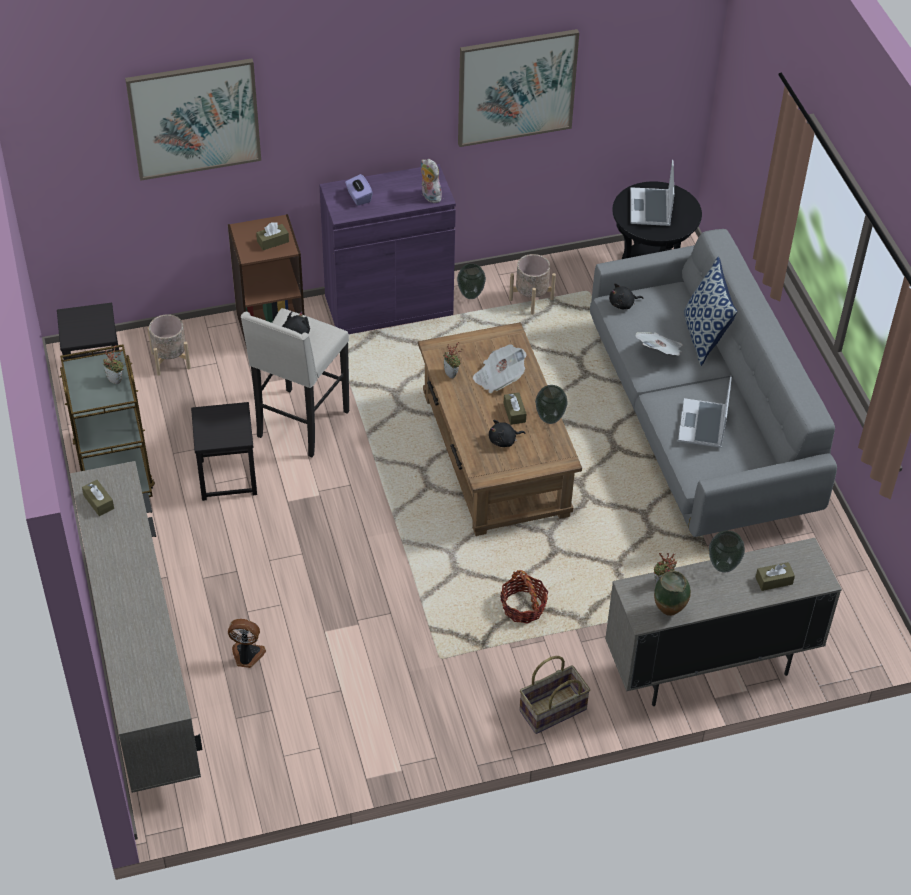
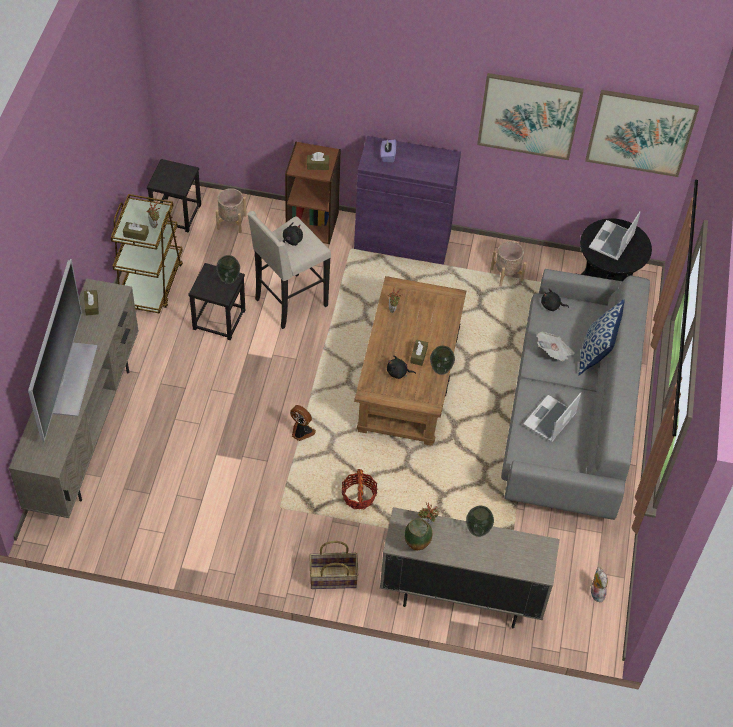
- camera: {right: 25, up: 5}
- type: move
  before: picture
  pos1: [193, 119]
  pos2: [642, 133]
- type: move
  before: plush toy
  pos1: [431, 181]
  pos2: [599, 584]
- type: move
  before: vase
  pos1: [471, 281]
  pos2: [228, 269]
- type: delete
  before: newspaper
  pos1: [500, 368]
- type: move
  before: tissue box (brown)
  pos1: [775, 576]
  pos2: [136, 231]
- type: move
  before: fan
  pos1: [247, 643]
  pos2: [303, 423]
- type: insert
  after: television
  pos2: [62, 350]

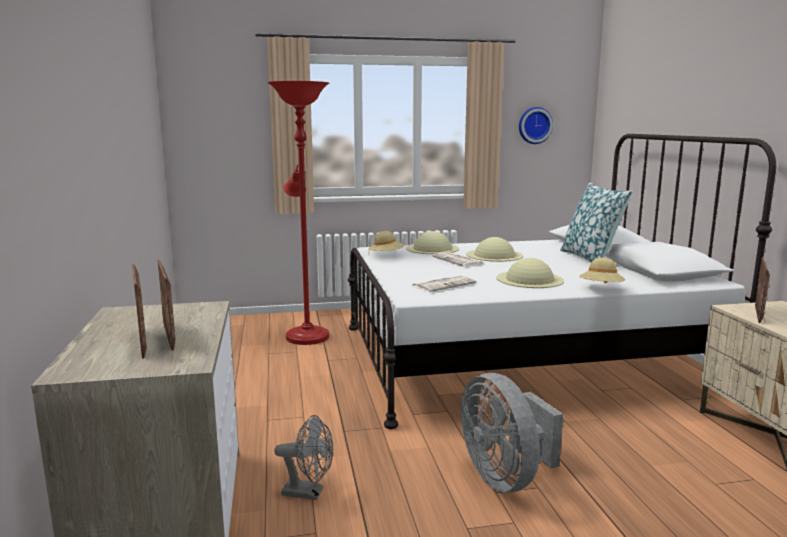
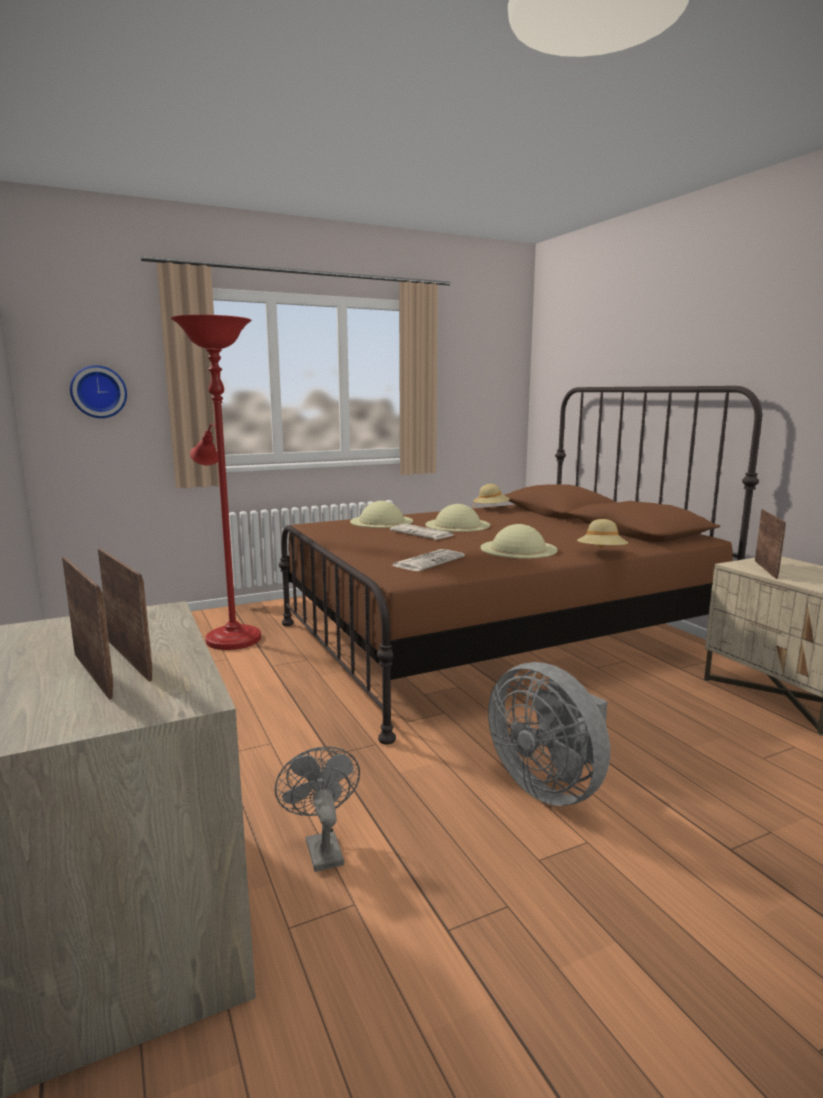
- camera: {right: -15, up: 0}
- type: move
  before: wall clock
  pos1: [536, 125]
  pos2: [98, 391]
- type: recolor
  before: bed (white)
  after: bed (brown)
  pos1: [562, 281]
  pos2: [520, 565]
- type: delete
  before: pillow
  pos1: [596, 222]
- type: move
  before: hat (beige)
  pos1: [386, 241]
  pos2: [492, 494]
- type: rotate
  before: fan (grey)
  pos1: [303, 457]
  pos2: [317, 809]
  turn: -105

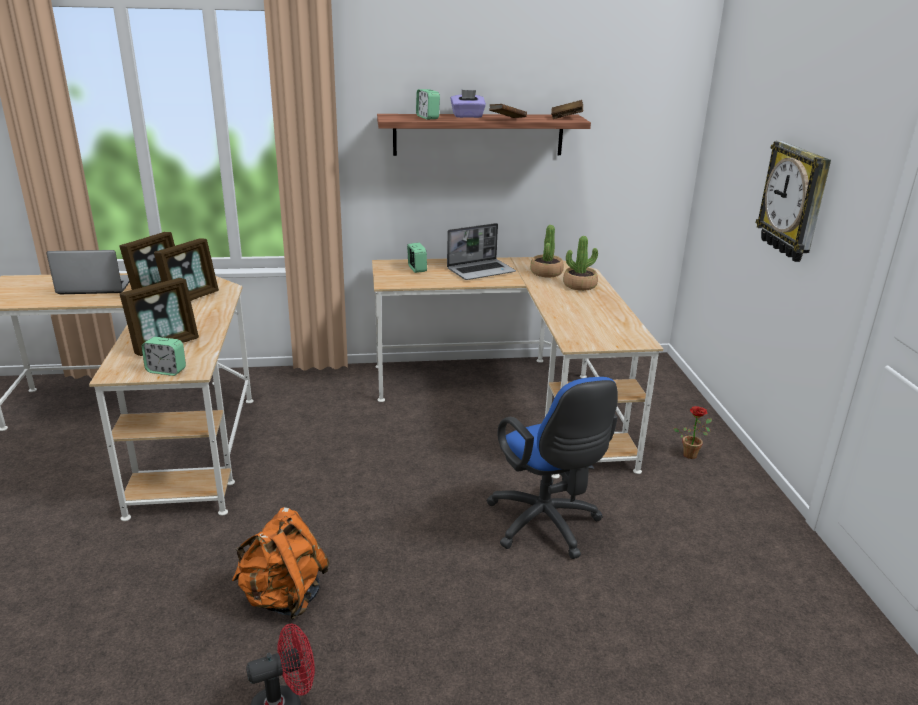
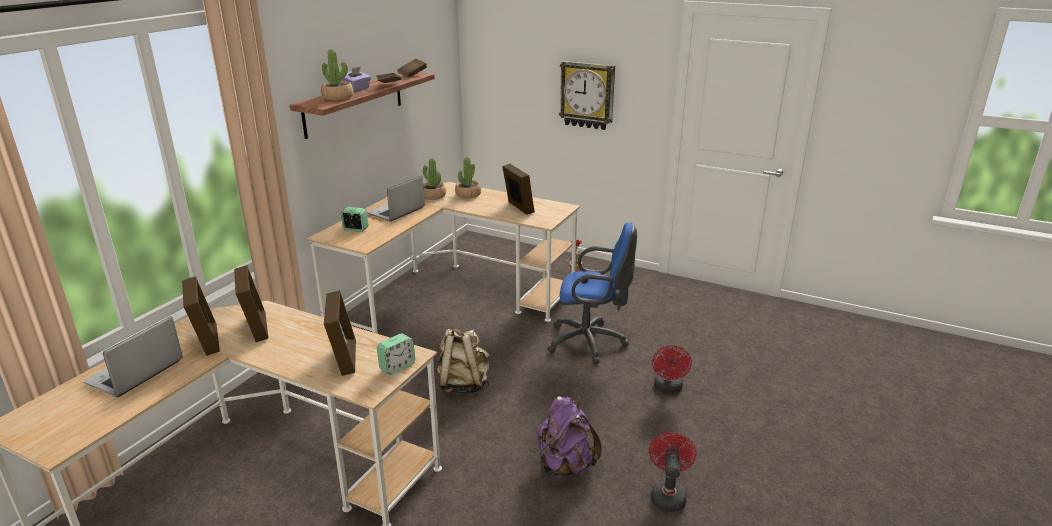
- camera: {right: -55, up: 0}
- type: replace
  before: alarm clock
  after: potted plant
  pos1: [428, 104]
  pos2: [337, 74]
- type: rotate
  before: laptop
  pos1: [481, 251]
  pos2: [396, 199]
  turn: -150
- type: recolor
  before: backpack (orange)
  after: backpack (purple)
  pos1: [280, 563]
  pos2: [569, 436]
- type: insert
  after: picture frame
  pos2: [518, 189]
- type: insert
  after: backpack (beige)
  pos2: [463, 361]
- type: insert
  after: fan (red)
  pos2: [672, 368]

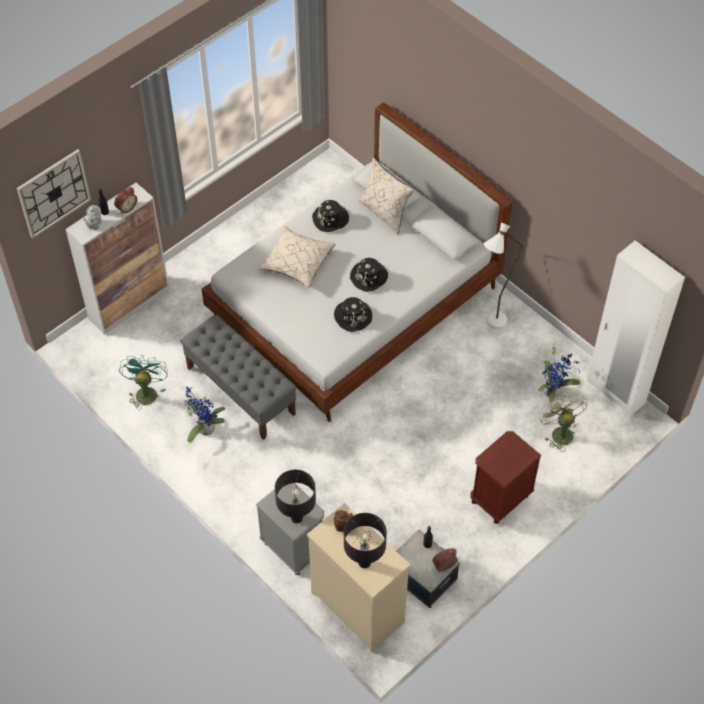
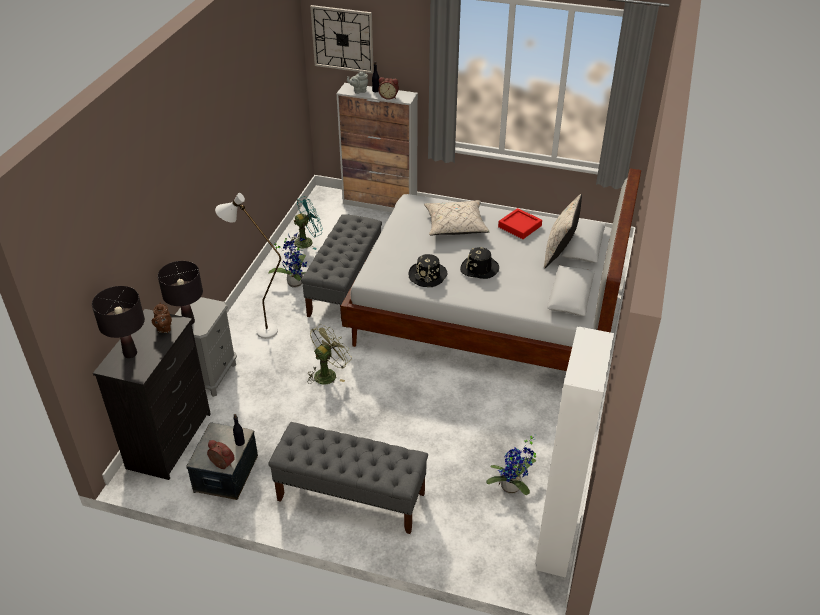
- camera: {right: 60, up: -15}
- type: replace
  before: hat (black)
  after: tray (red)
  pos1: [330, 216]
  pos2: [520, 223]
- type: move
  before: floor lamp (white)
  pos1: [503, 275]
  pos2: [248, 266]
- type: move
  before: fan (green)
  pos1: [563, 423]
  pos2: [328, 354]
- type: replace
  before: nightstand (brown)
  after: bench (grey)
  pos1: [506, 477]
  pos2: [348, 478]
- type: recolor
  before: dresser (beige)
  after: dresser (black)
  pos1: [359, 577]
  pos2: [152, 394]

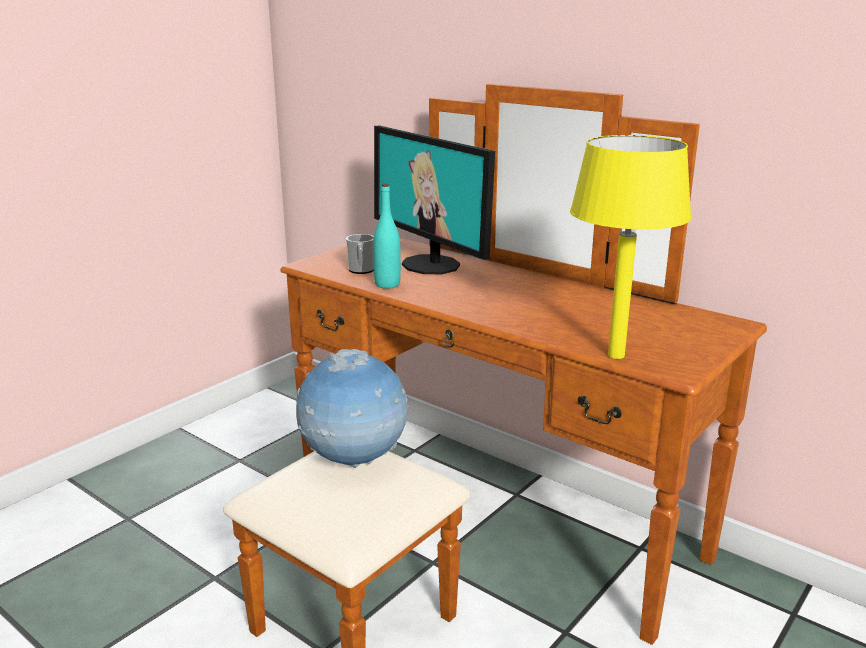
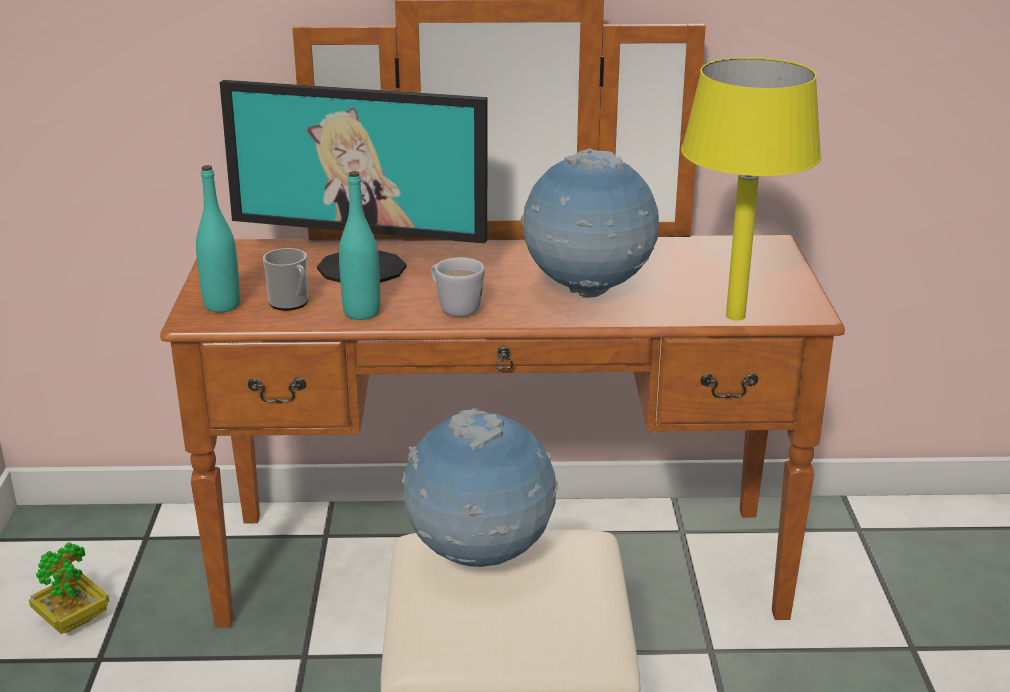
- camera: {right: -40, up: 5}
- type: insert
  after: globe
  pos2: [590, 223]
- type: insert
  after: bottle (turquoise)
  pos2: [218, 238]
- type: insert
  after: mug (white)
  pos2: [458, 287]
- type: insert
  after: potted plant
  pos2: [69, 588]

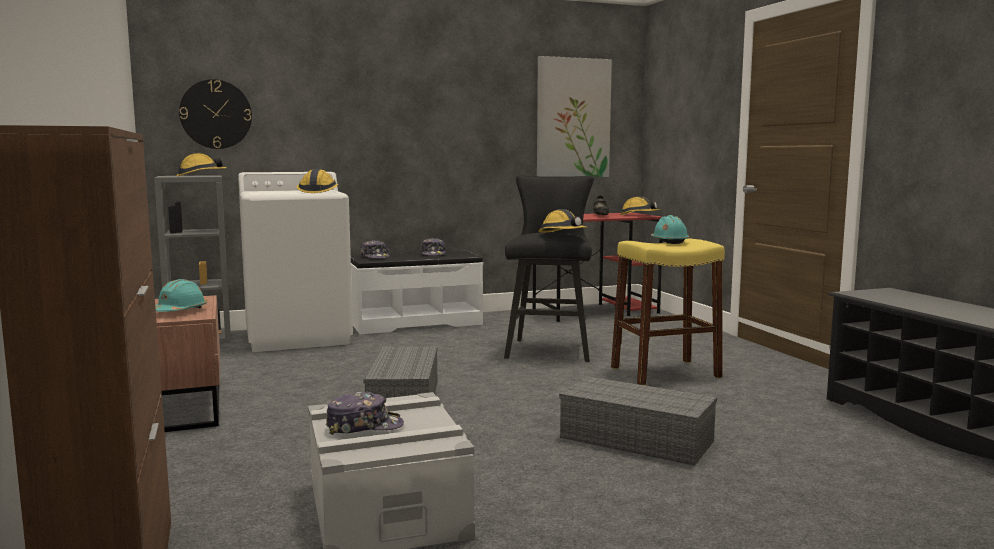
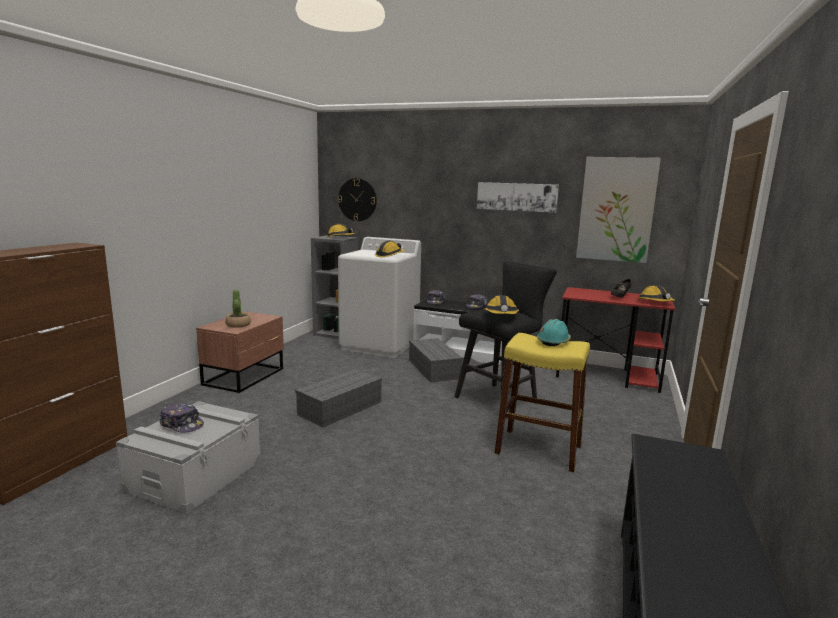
- camera: {right: 40, up: 5}
- type: replace
  before: hard hat (turquoise)
  after: potted plant
  pos1: [181, 295]
  pos2: [238, 308]
- type: move
  before: storage box (grey)
  pos1: [638, 421]
  pos2: [436, 360]
- type: insert
  after: picture
  pos2: [518, 197]

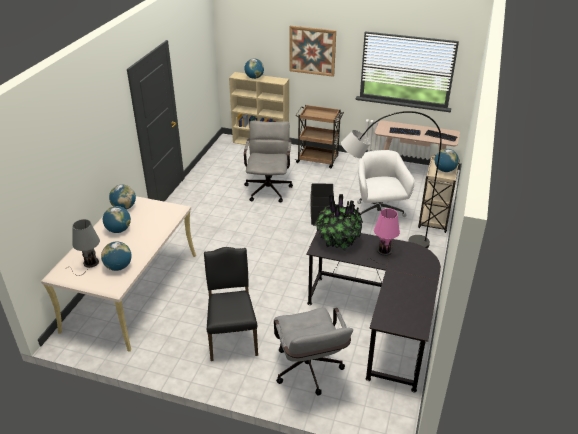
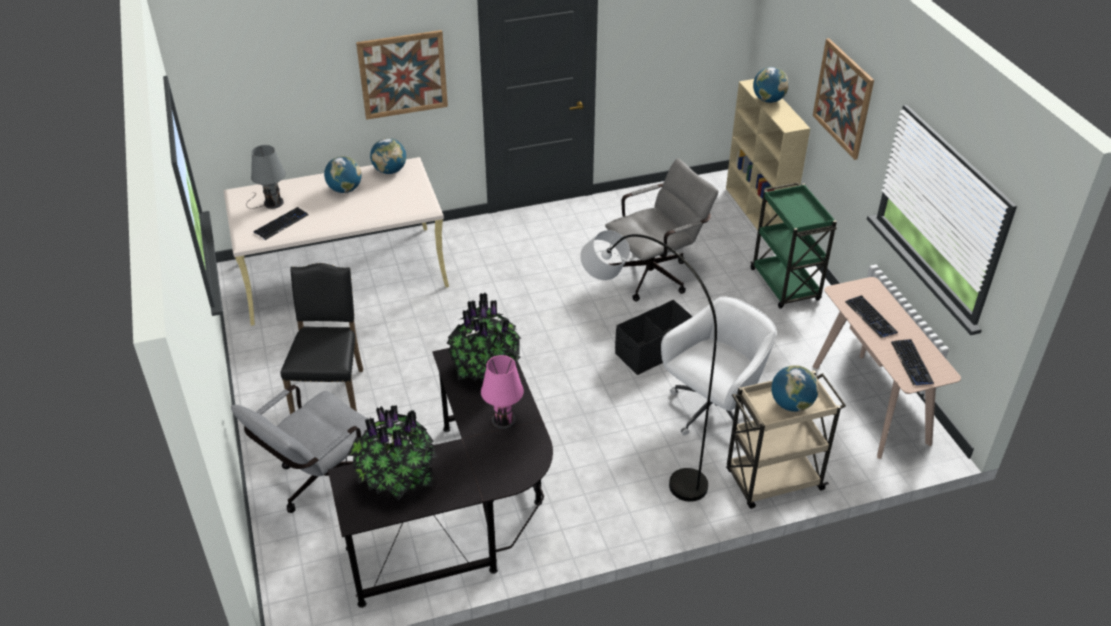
- camera: {right: 55, up: 5}
- type: recolor
  before: cart (brown)
  after: cart (green)
  pos1: [319, 136]
  pos2: [793, 245]
- type: replace
  before: globe
  after: keyboard
  pos1: [116, 256]
  pos2: [281, 223]
- type: rotate
  before: chair (black)
  pos1: [231, 304]
  pos2: [321, 338]
  turn: -45
- type: insert
  after: picture
  pos2: [402, 75]
- type: insert
  after: potted plant
  pos2: [392, 453]

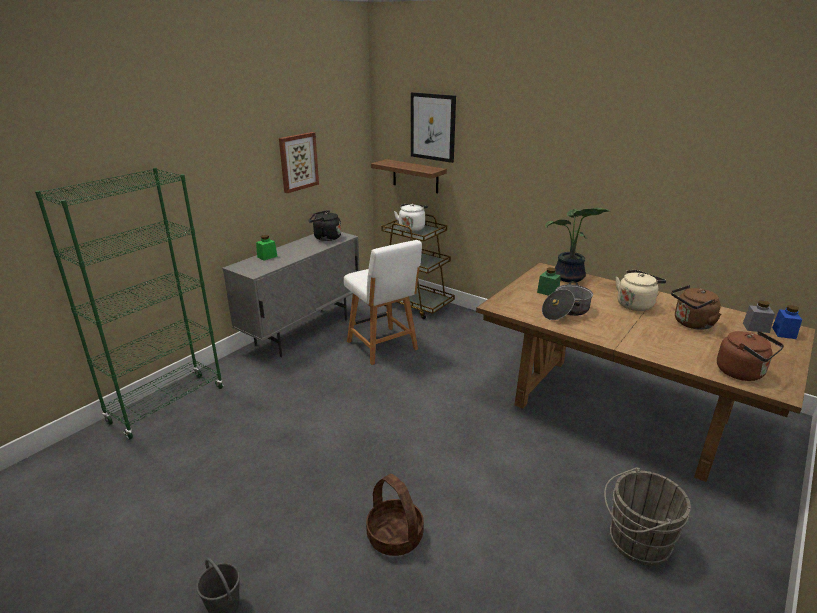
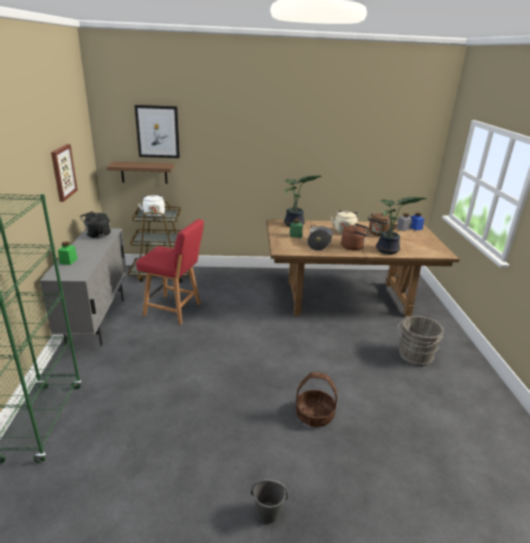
- camera: {right: -40, up: 0}
- type: recolor
  before: chair (white)
  after: chair (red)
  pos1: [382, 302]
  pos2: [170, 272]
- type: move
  before: kettle (brown)
  pos1: [750, 356]
  pos2: [355, 236]
- type: insert
  after: potted plant
  pos2: [401, 225]

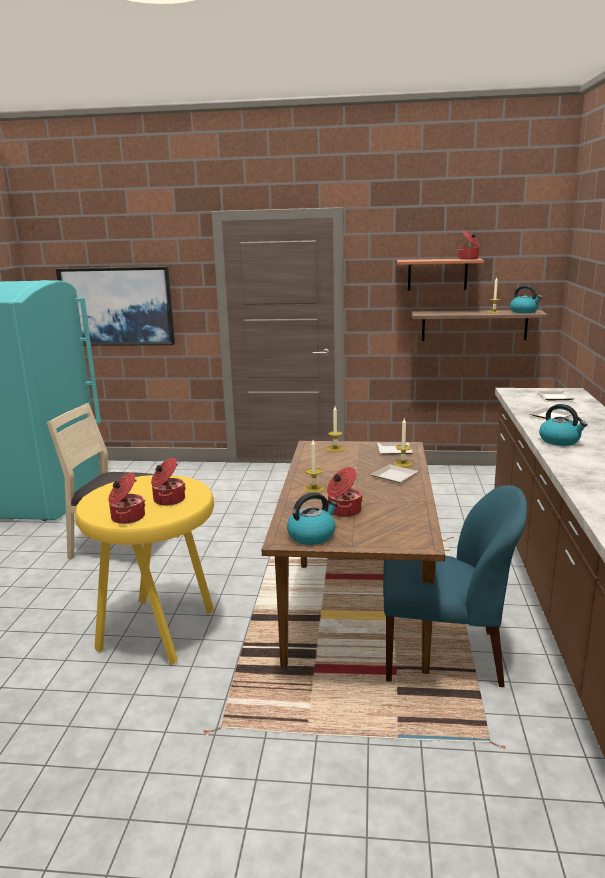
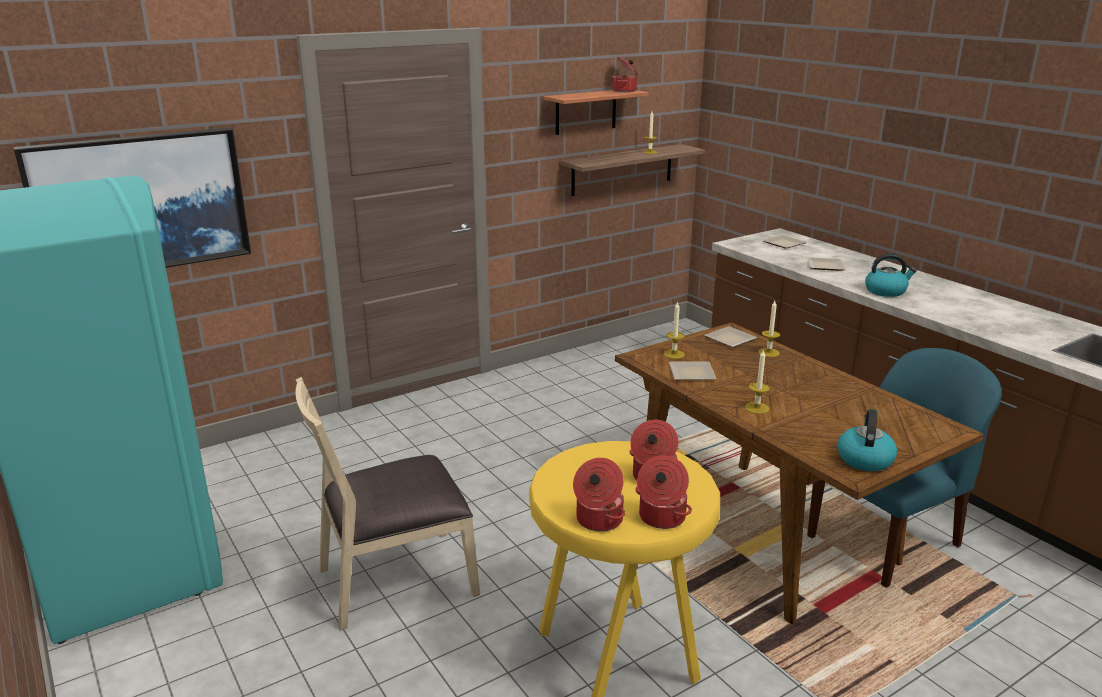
- camera: {right: -40, up: 5}
- type: delete
  before: kettle
  pos1: [526, 299]
- type: move
  before: plate
  pos1: [394, 473]
  pos2: [692, 370]
- type: move
  before: cooking pot
  pos1: [345, 492]
  pos2: [599, 495]

